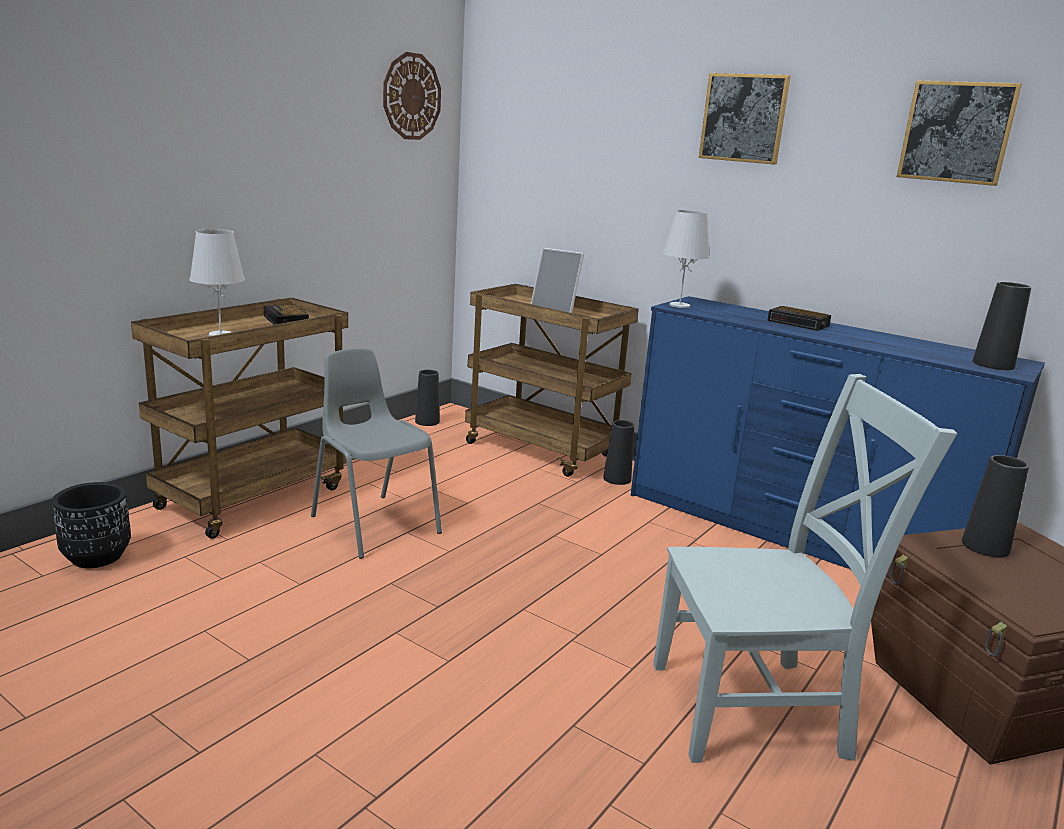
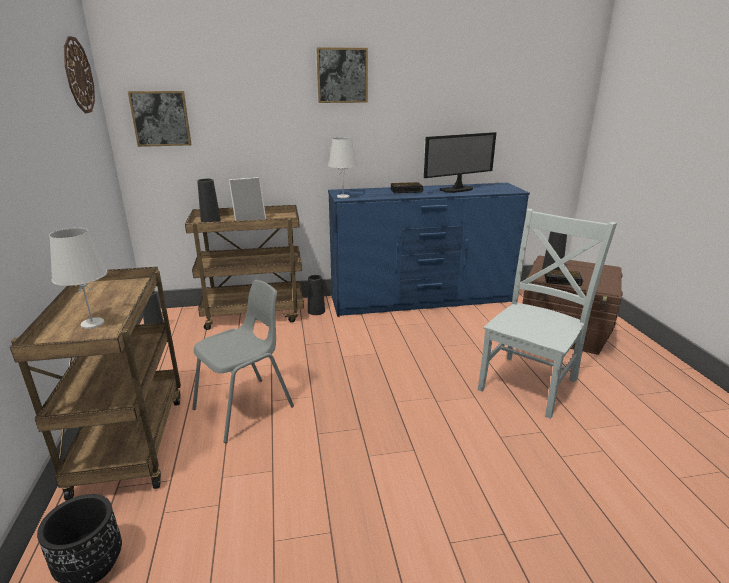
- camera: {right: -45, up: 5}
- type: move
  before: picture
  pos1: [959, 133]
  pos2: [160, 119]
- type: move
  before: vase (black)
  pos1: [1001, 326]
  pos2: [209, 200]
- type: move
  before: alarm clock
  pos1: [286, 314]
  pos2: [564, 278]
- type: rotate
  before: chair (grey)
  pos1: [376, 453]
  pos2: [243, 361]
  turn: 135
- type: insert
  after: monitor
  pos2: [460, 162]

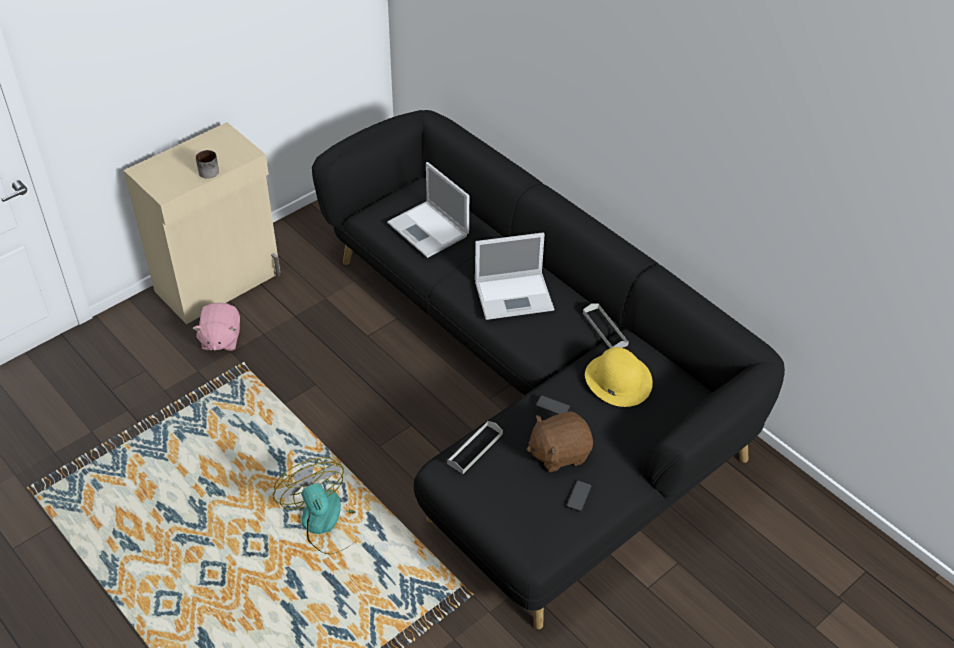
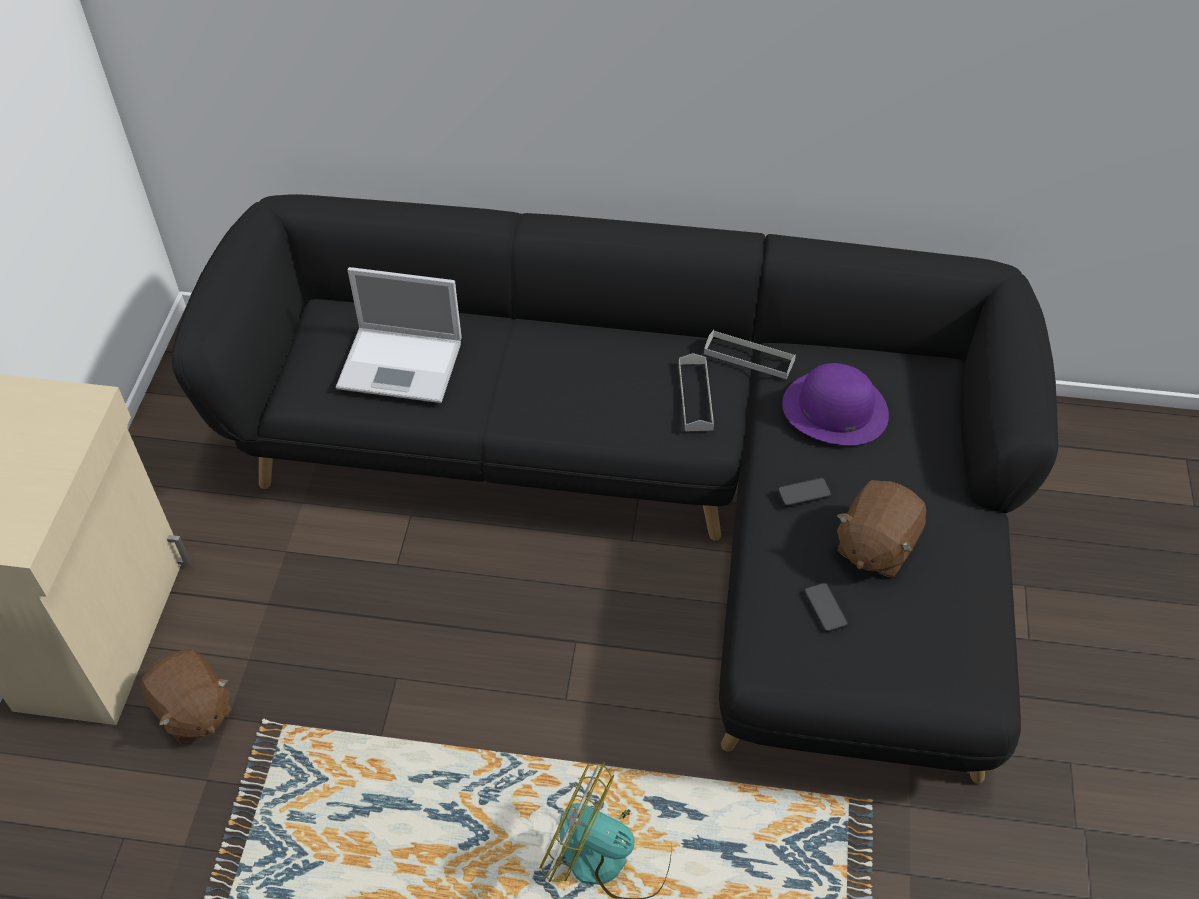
- camera: {right: -40, up: 5}
- type: delete
  before: mug
  pos1: [207, 164]
- type: delete
  before: laptop
  pos1: [514, 276]
- type: recolor
  before: plush toy (pink)
  after: plush toy (brown)
  pos1: [216, 327]
  pos2: [186, 696]
- type: recolor
  before: hat (yellow)
  after: hat (purple)
  pos1: [619, 377]
  pos2: [835, 404]
- type: move
  before: tray (grey)
  pos1: [475, 447]
  pos2: [696, 392]
- type: move
  before: phone
  pos1: [579, 496]
  pos2: [826, 607]

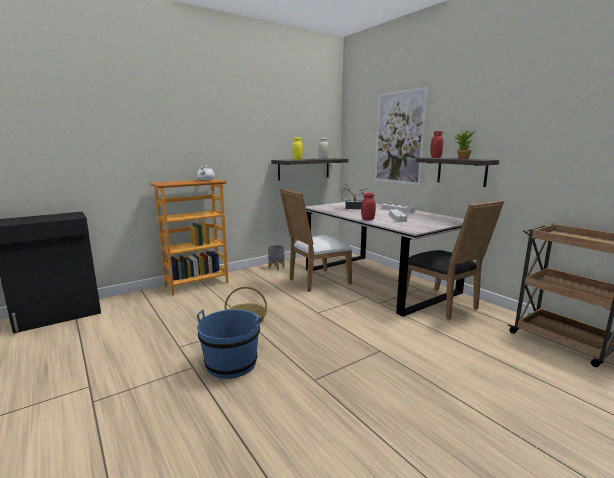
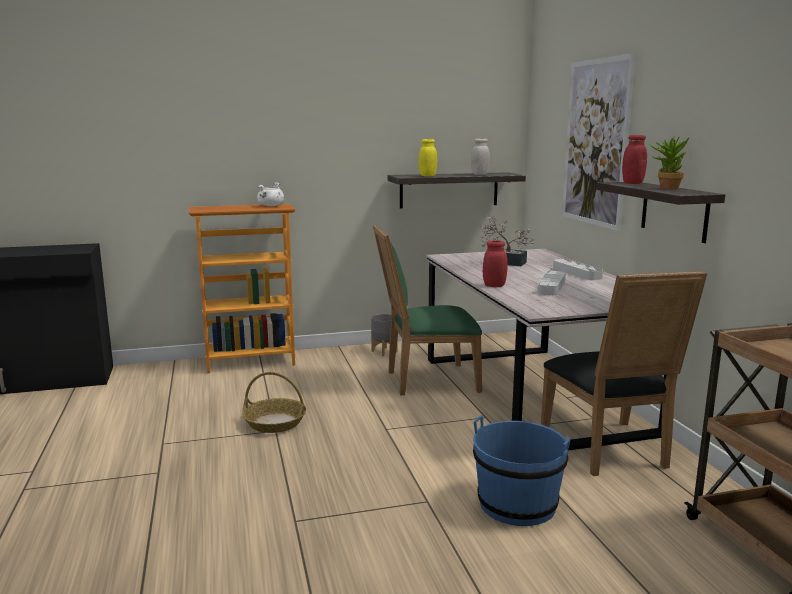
- camera: {right: 20, up: 0}
- type: recolor
  before: chair (white)
  after: chair (green)
  pos1: [316, 240]
  pos2: [427, 310]
- type: move
  before: bucket (blue)
  pos1: [228, 344]
  pos2: [522, 470]

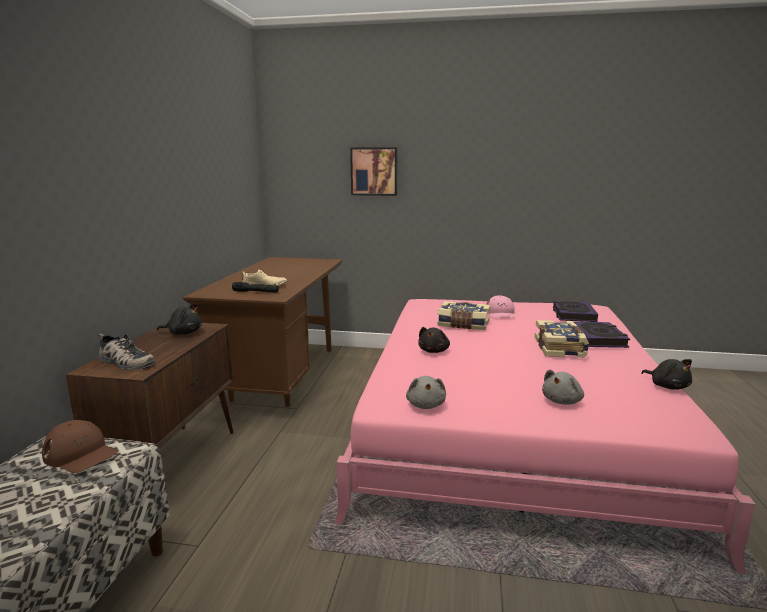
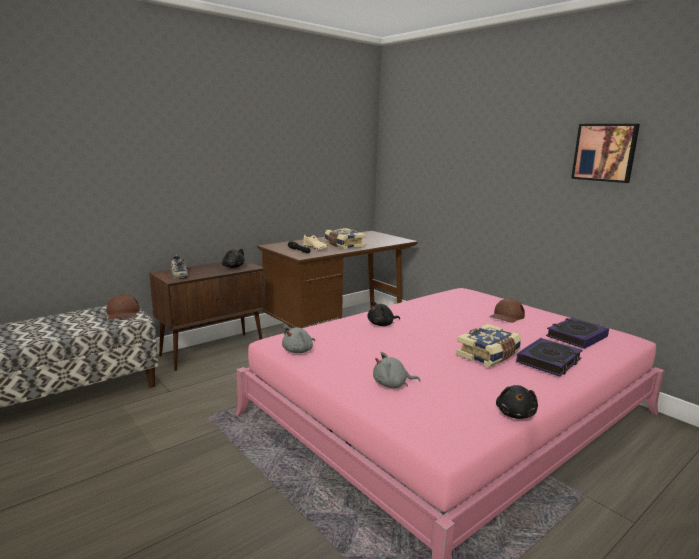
- camera: {right: 40, up: 0}
- type: move
  before: picture
  pos1: [374, 171]
  pos2: [605, 153]
- type: recolor
  before: cap (pink)
  after: cap (brown)
  pos1: [500, 306]
  pos2: [507, 310]
- type: move
  before: book
  pos1: [463, 315]
  pos2: [345, 238]

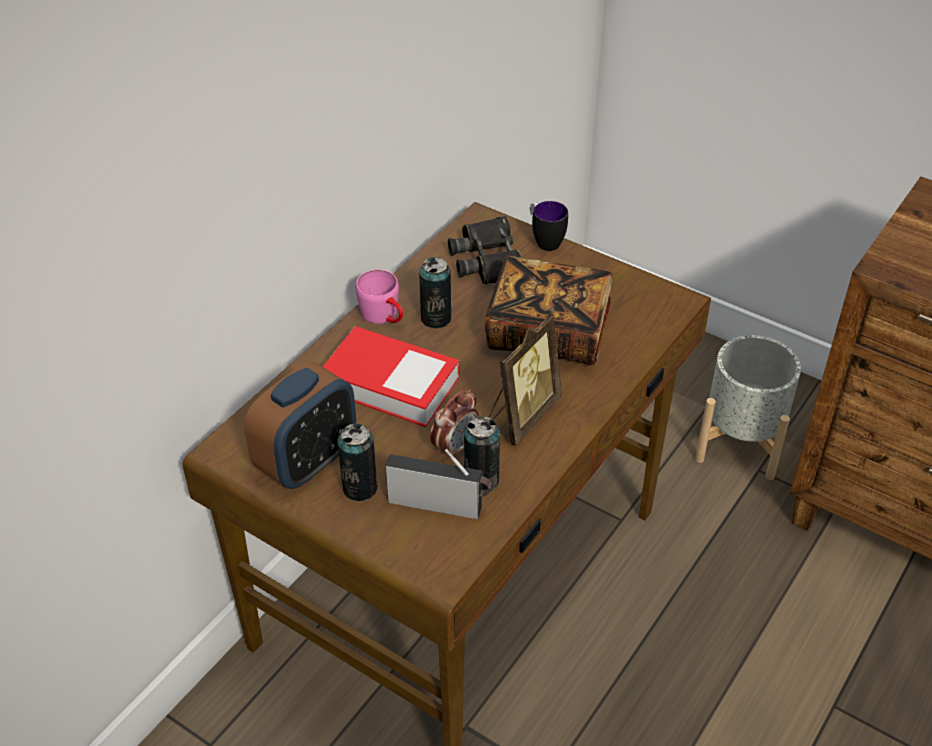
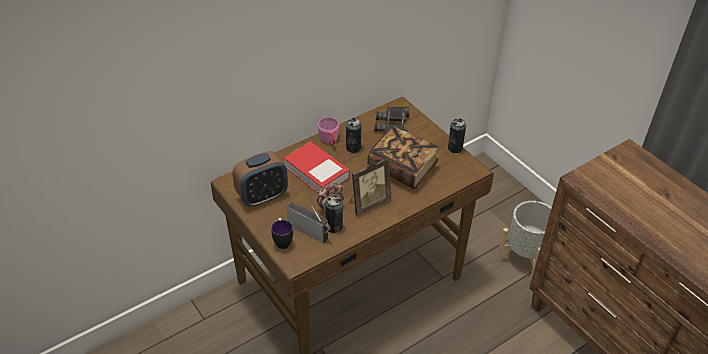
- camera: {right: 20, up: 0}
- type: move
  before: mug
  pos1: [549, 226]
  pos2: [282, 233]
- type: move
  before: can
  pos1: [357, 462]
  pos2: [457, 135]

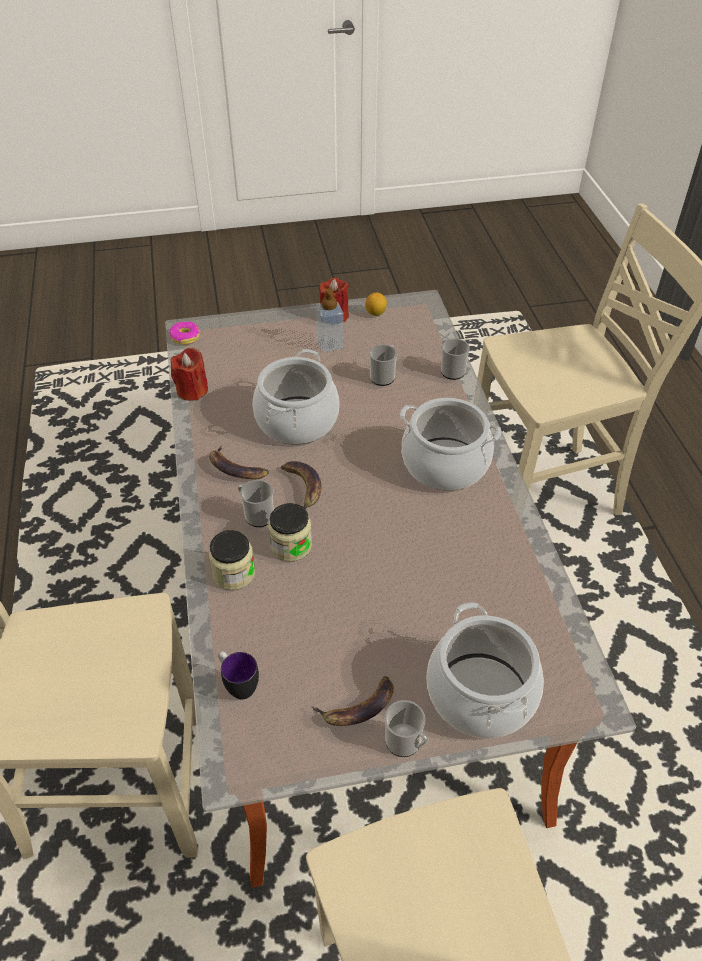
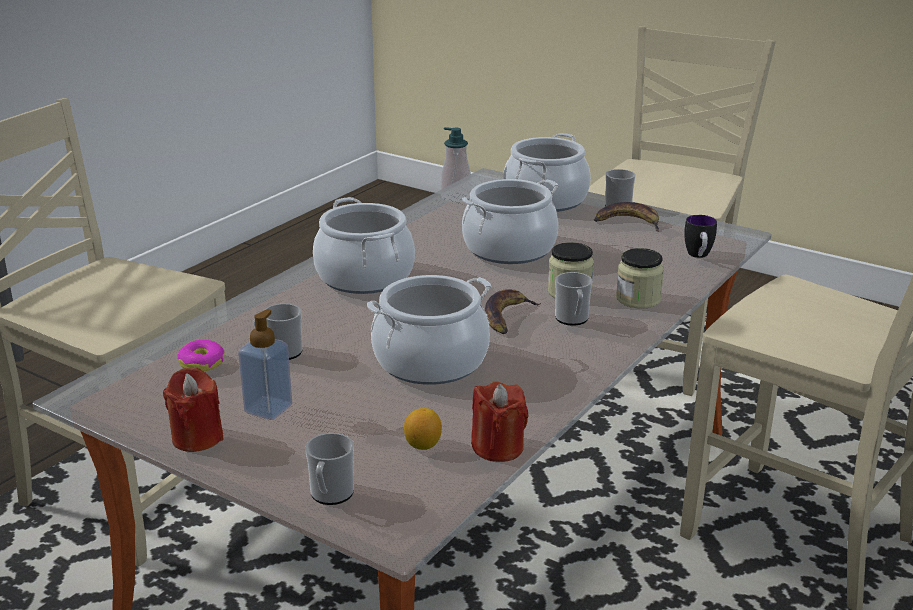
- camera: {right: -135, up: -20}
- type: move
  before: lemon
  pos1: [376, 304]
  pos2: [423, 429]
- type: move
  before: donut
  pos1: [184, 333]
  pos2: [201, 356]
- type: move
  before: mug
  pos1: [455, 359]
  pos2: [329, 469]
- type: delete
  before: banana
  pos1: [239, 462]
- type: insert
  after: soap dispenser
  pos2: [456, 165]
- type: insert
  after: cooking pot
  pos2: [510, 221]

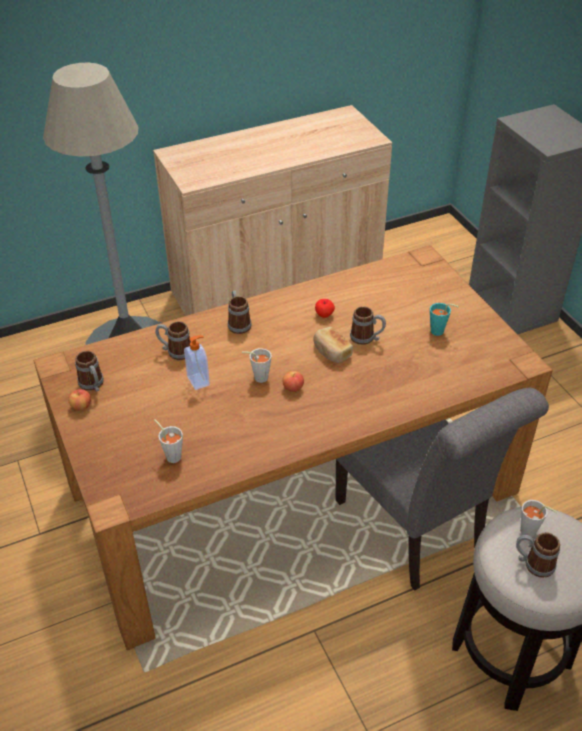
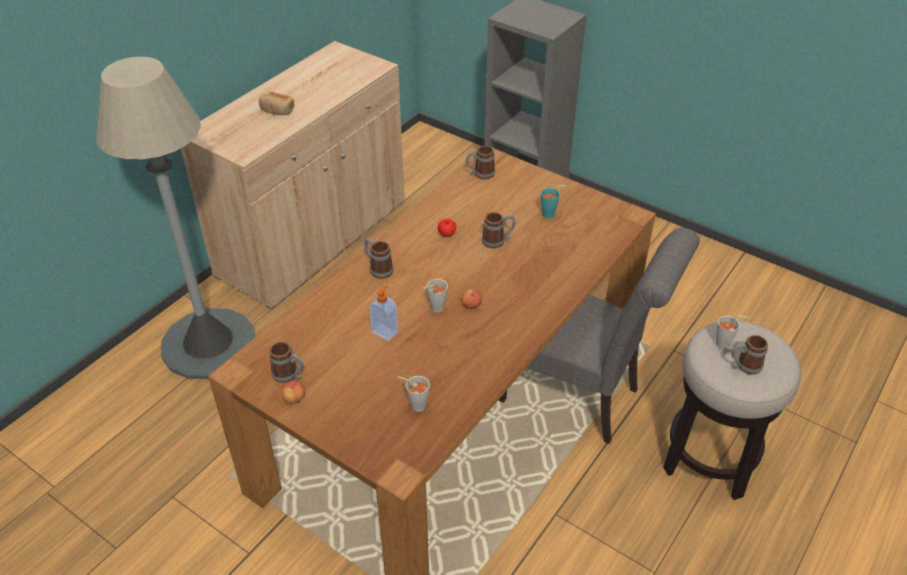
- camera: {right: -30, up: 0}
- type: move
  before: mug
  pos1: [173, 340]
  pos2: [480, 162]
- type: move
  before: bread
  pos1: [333, 345]
  pos2: [276, 103]

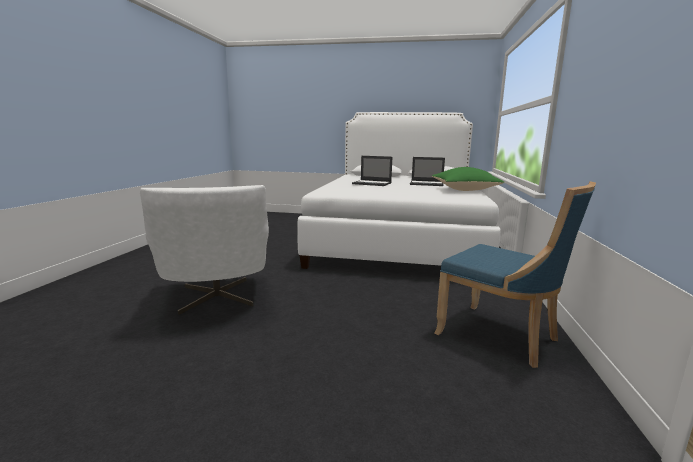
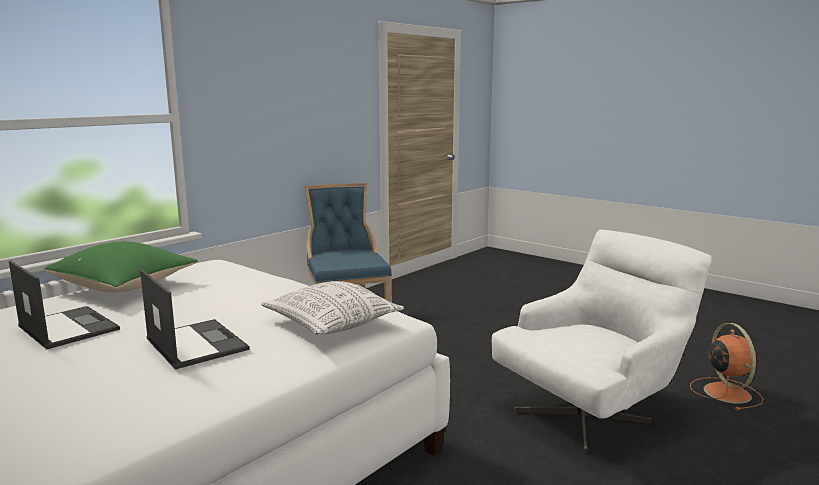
- camera: {right: -150, up: 0}
- type: rotate
  before: armchair (white)
  pos1: [204, 250]
  pos2: [602, 342]
  turn: 45
- type: insert
  after: pillow
  pos2: [332, 308]
- type: insert
  after: fan (orange)
  pos2: [726, 366]

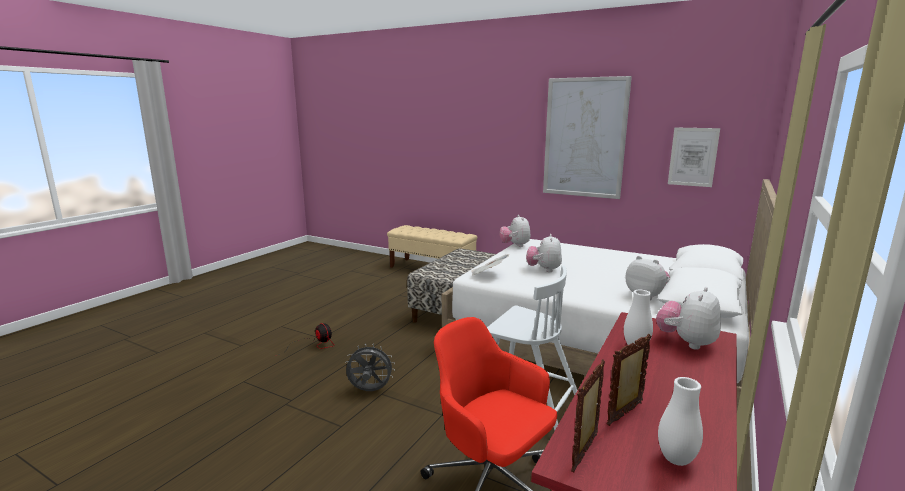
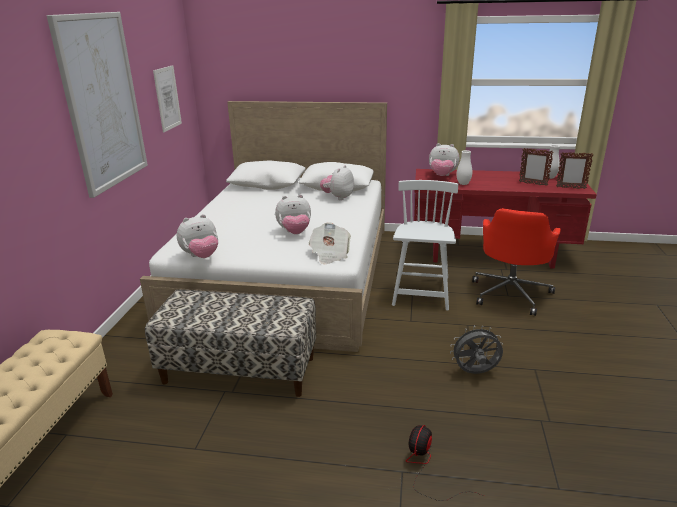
- camera: {right: -110, up: 10}
- type: rotate
  before: fan (grey)
  pos1: [370, 367]
  pos2: [476, 349]
  turn: 105

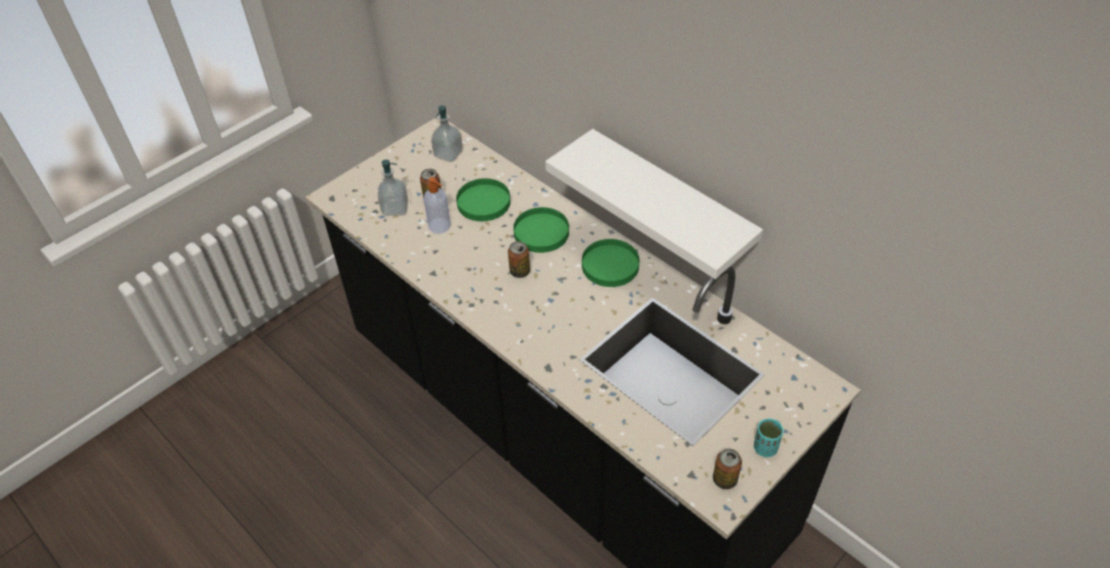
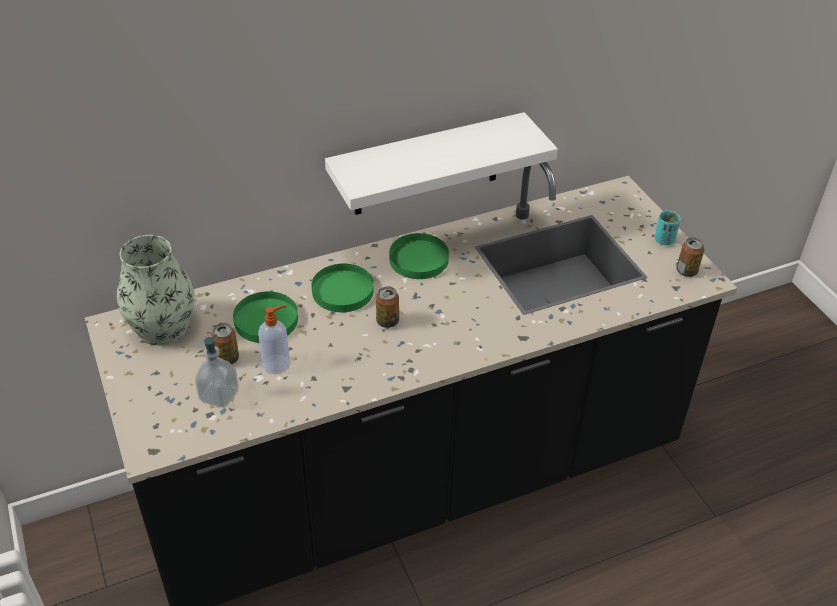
- camera: {right: -70, up: -5}
- type: replace
  before: soap dispenser
  after: vase
  pos1: [447, 133]
  pos2: [156, 290]

